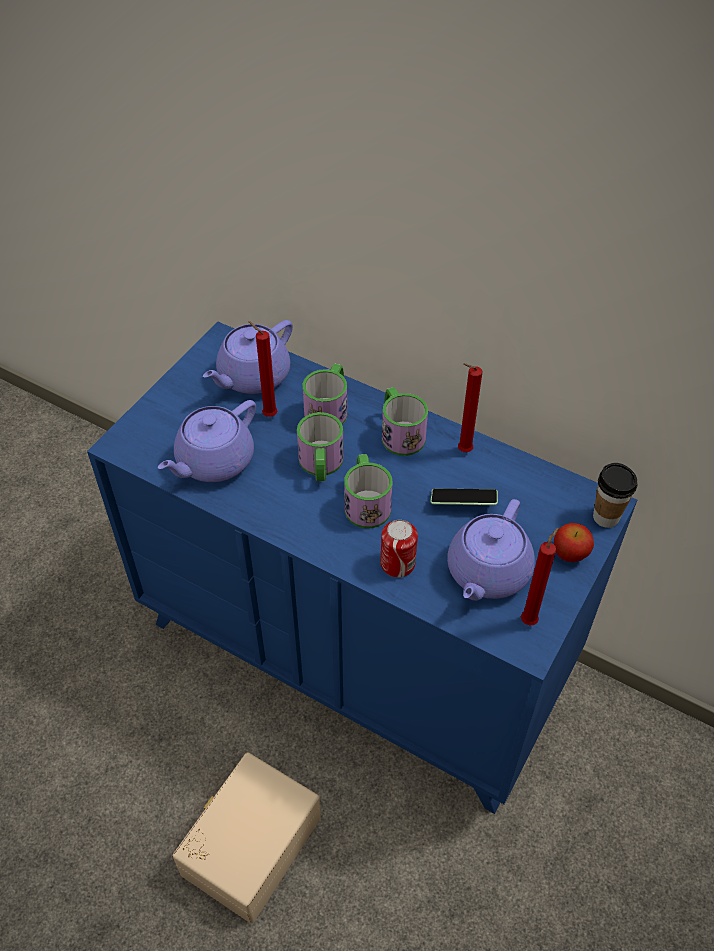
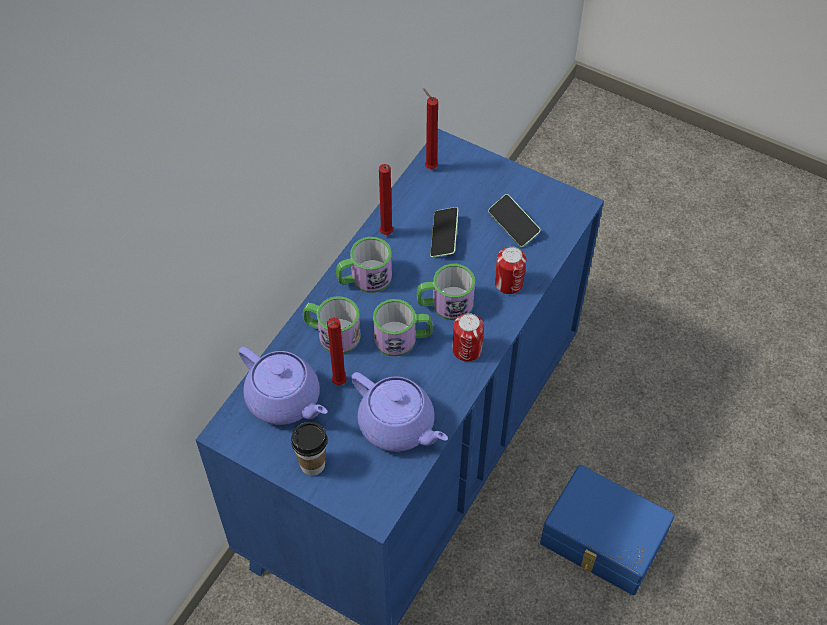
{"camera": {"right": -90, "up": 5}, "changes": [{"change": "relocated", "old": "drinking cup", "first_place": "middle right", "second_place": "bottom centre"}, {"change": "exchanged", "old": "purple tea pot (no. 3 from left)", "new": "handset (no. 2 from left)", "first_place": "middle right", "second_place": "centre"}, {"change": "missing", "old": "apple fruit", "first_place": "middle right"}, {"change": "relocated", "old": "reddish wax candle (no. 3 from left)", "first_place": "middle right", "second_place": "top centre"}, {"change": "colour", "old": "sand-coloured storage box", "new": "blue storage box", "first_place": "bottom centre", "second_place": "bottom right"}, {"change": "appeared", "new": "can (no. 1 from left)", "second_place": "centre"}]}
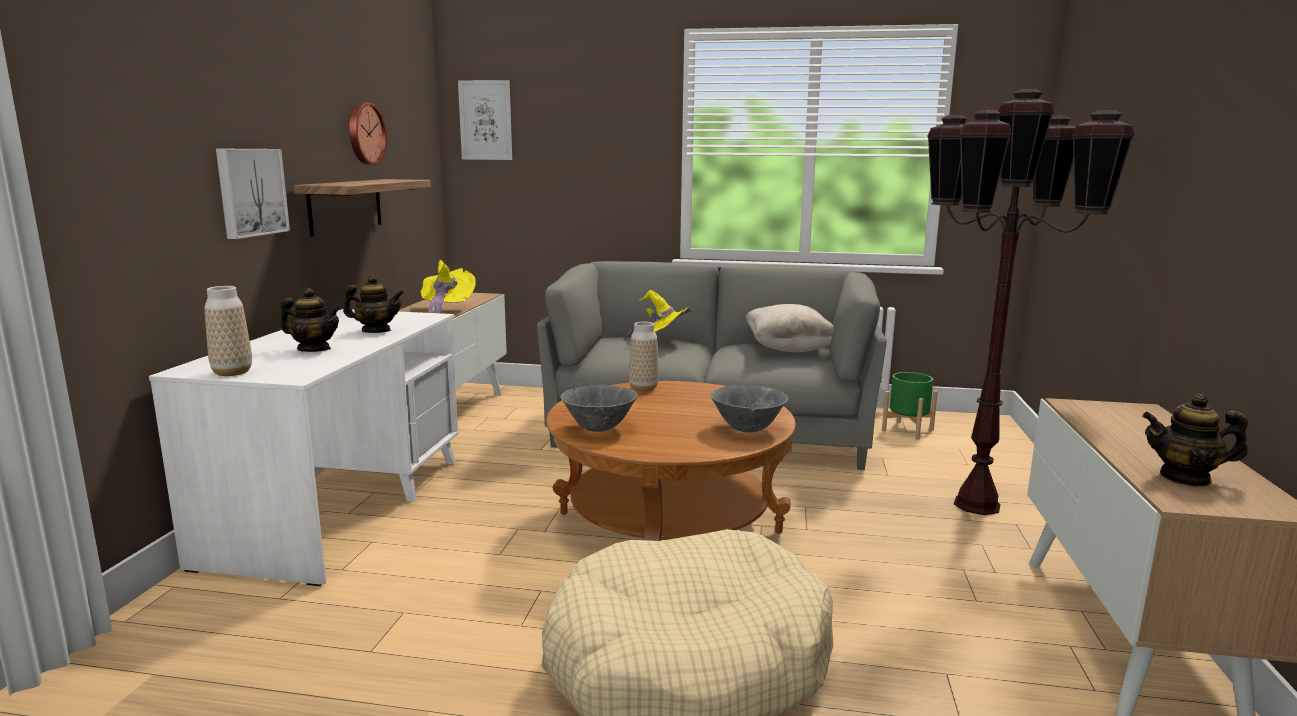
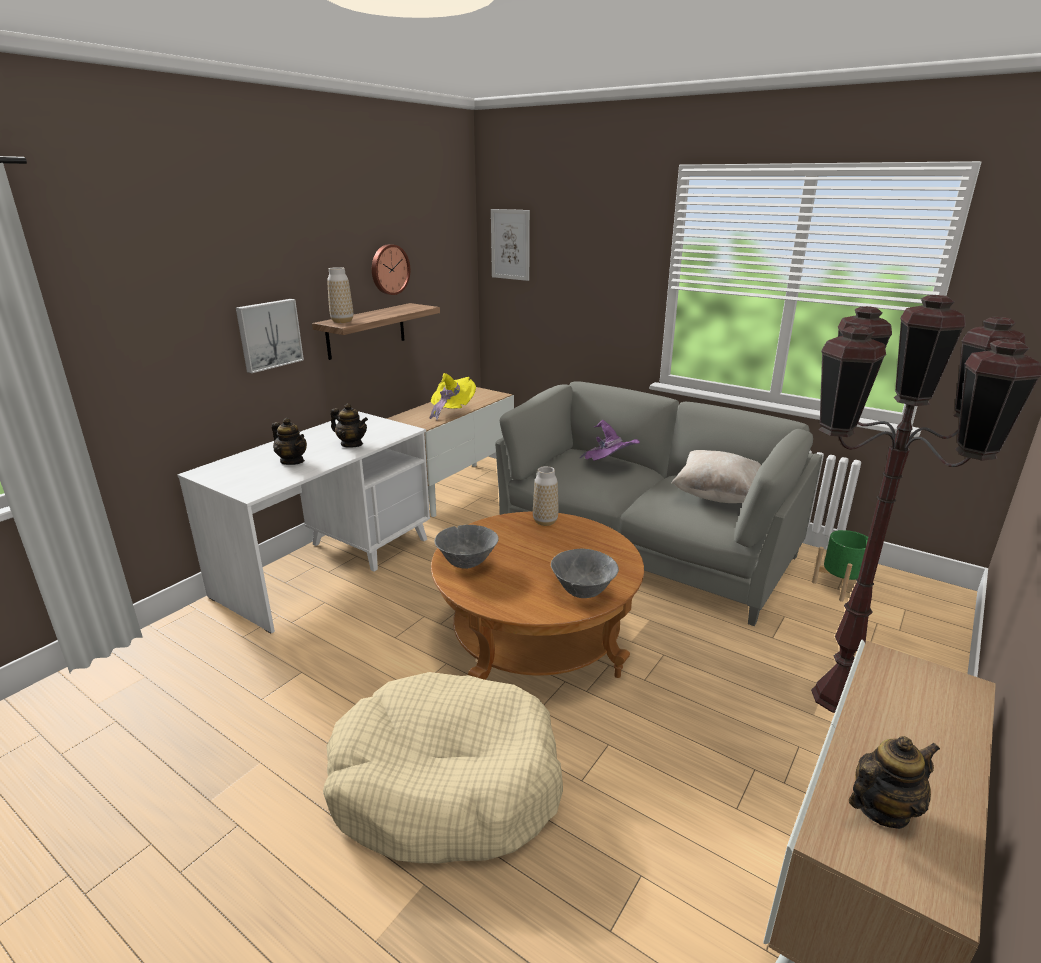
{"camera": {"right": 25, "up": 10}, "changes": [{"change": "relocated", "old": "flower vase (no. 1 from left)", "first_place": "middle left", "second_place": "top left"}, {"change": "colour", "old": "yellow hat (no. 2 from left)", "new": "purple hat", "first_place": "centre", "second_place": "centre"}, {"change": "spun", "old": "tea pot (no. 3 from left)", "first_place": "middle right", "second_place": "bottom right", "degrees": 120}]}
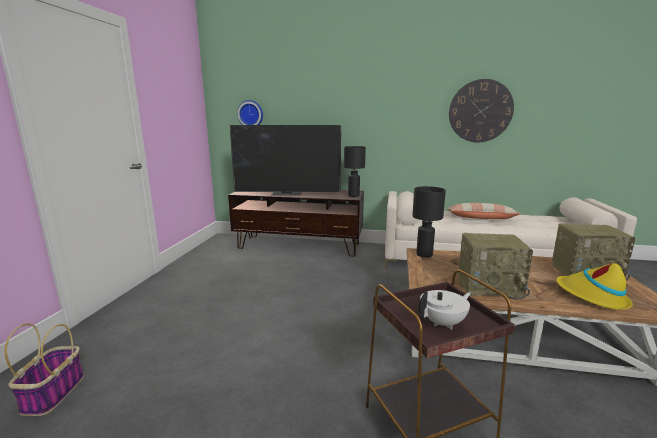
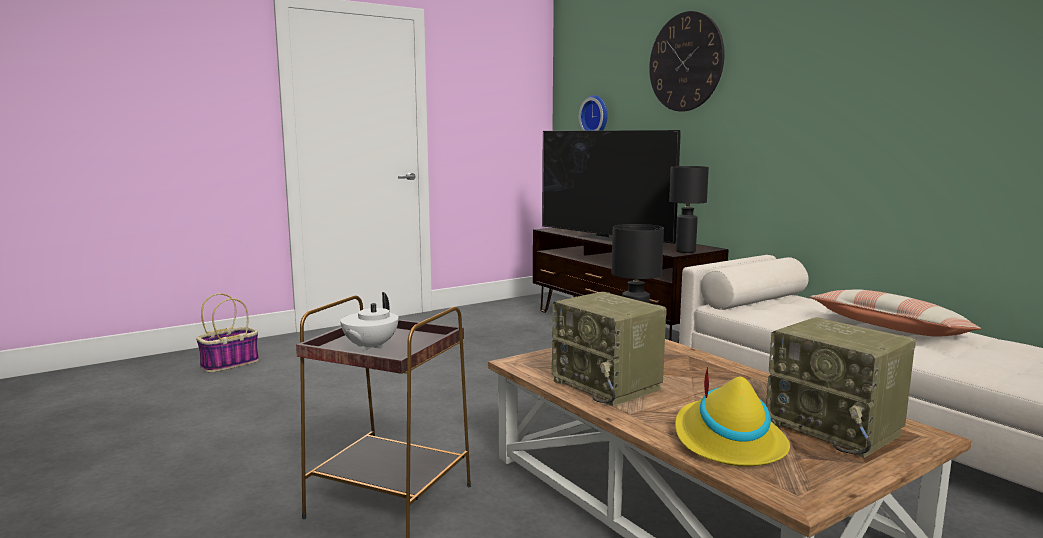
{"camera": {"right": 45, "up": -5}, "changes": [{"change": "relocated", "old": "wall clock (no. 2 from left)", "first_place": "top right", "second_place": "top centre"}, {"change": "spun", "old": "whitish tea pot", "first_place": "bottom right", "second_place": "centre", "degrees": 90}]}
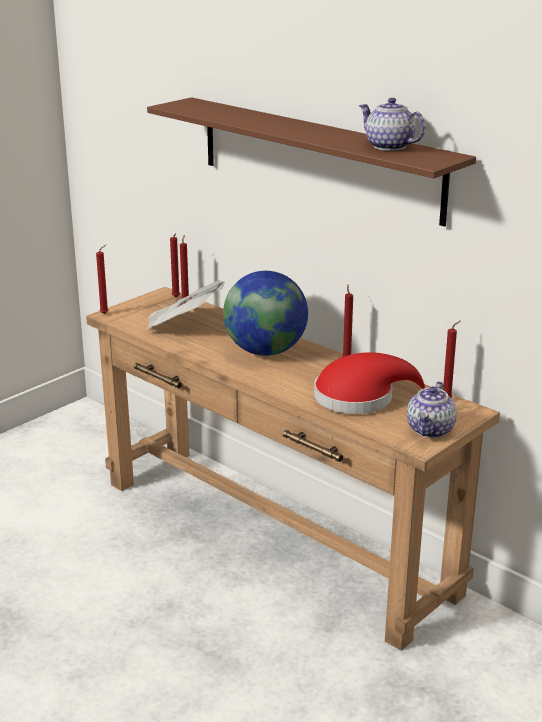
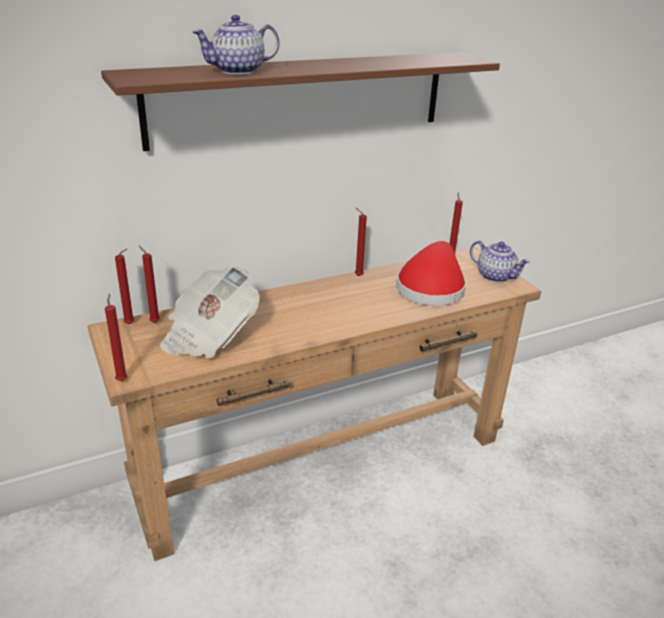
{"camera": {"right": -70, "up": 5}, "changes": [{"change": "relocated", "old": "tea pot (no. 1 from left)", "first_place": "top right", "second_place": "top centre"}, {"change": "missing", "old": "globe", "first_place": "centre"}]}
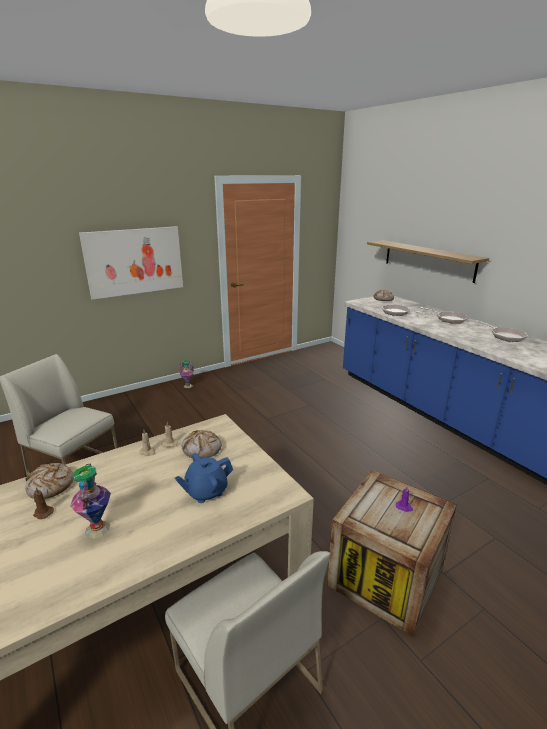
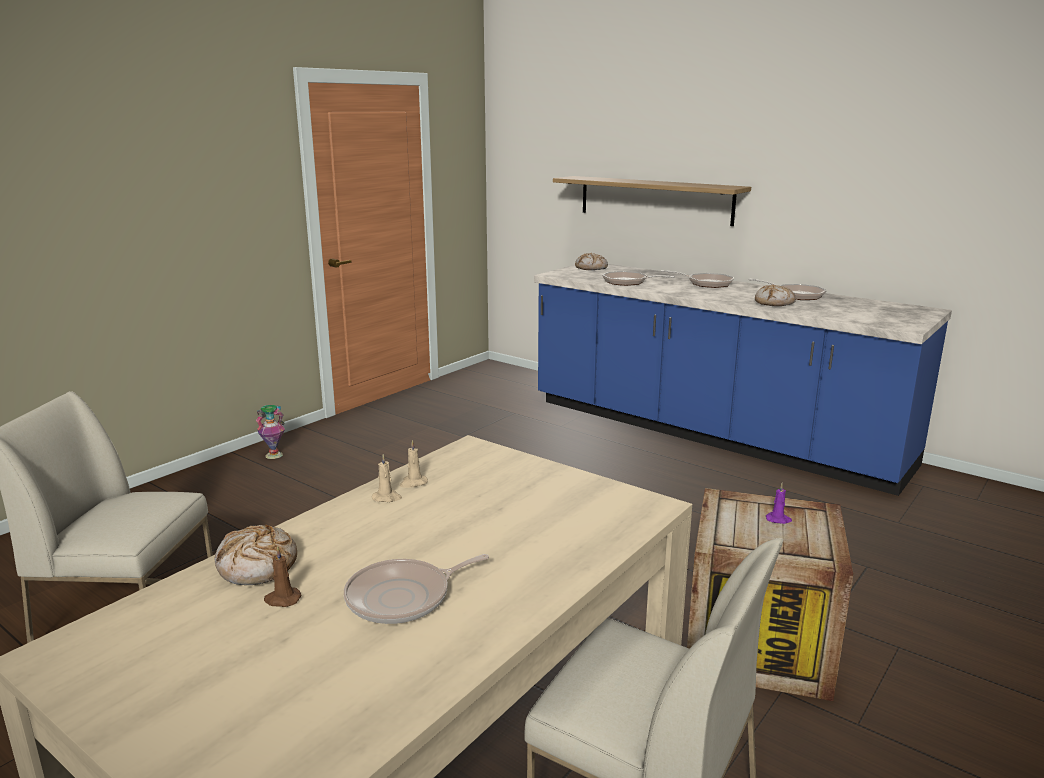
{"camera": {"right": -20, "up": -5}, "changes": [{"change": "missing", "old": "wall art", "first_place": "middle left"}, {"change": "relocated", "old": "baked bread (no. 2 from left in the first image)", "new": "baked bread (no. 3 from left)", "first_place": "centre", "second_place": "middle right"}, {"change": "missing", "old": "blue tea pot", "first_place": "centre"}, {"change": "exchanged", "old": "flower vase (no. 1 from left)", "new": "skillet (no. 1 from left)", "first_place": "bottom left", "second_place": "bottom centre"}]}
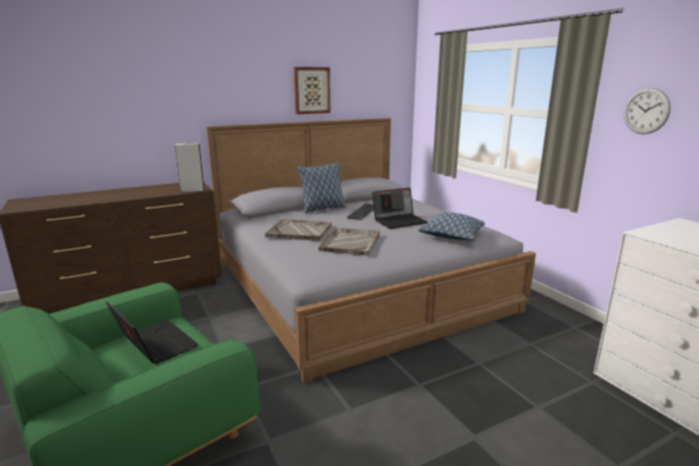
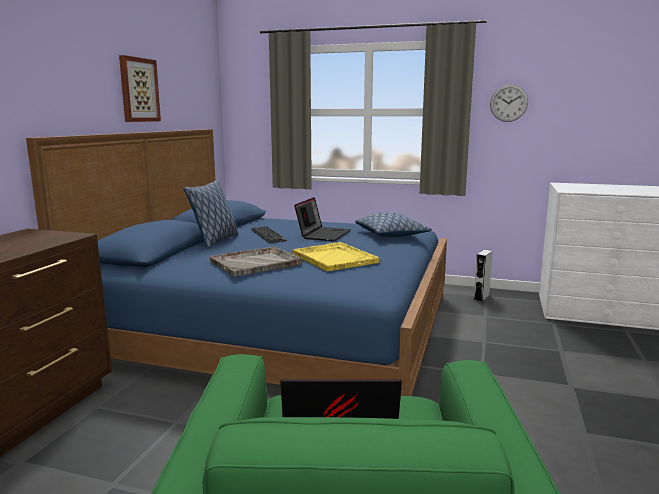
{"camera": {"right": -45, "up": -5}, "changes": [{"change": "colour", "old": "greyish sleeping bed", "new": "blue sleeping bed", "first_place": "centre", "second_place": "centre"}, {"change": "relocated", "old": "greyish speaker", "first_place": "middle left", "second_place": "middle right"}, {"change": "colour", "old": "greyish carrying tray (no. 2 from left)", "new": "yellow carrying tray", "first_place": "centre", "second_place": "centre"}]}
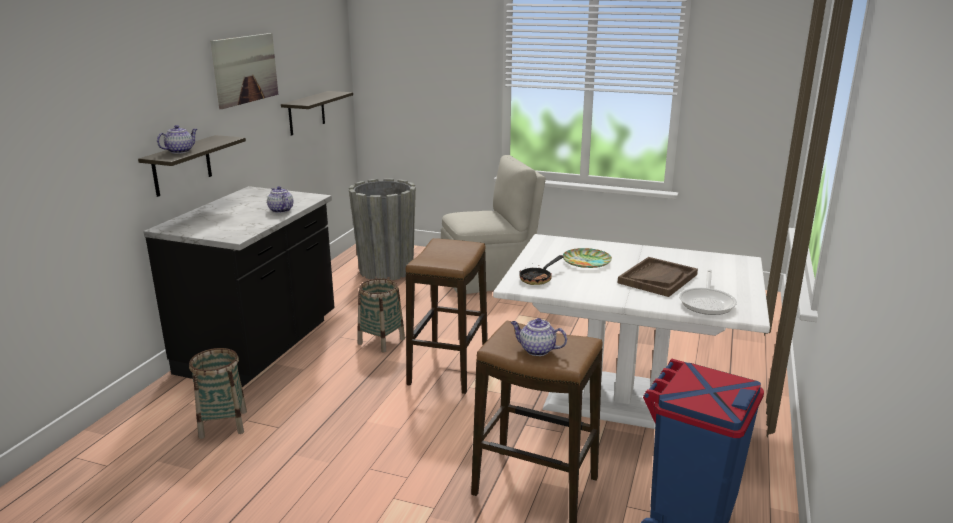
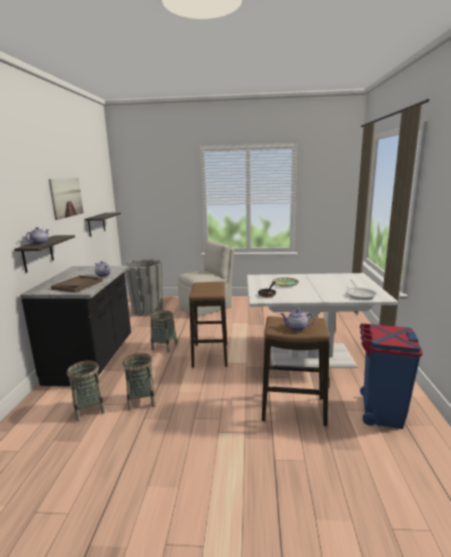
{"camera": {"right": -15, "up": -5}, "changes": [{"change": "relocated", "old": "brown-coloured carrying tray", "first_place": "middle right", "second_place": "middle left"}, {"change": "appeared", "new": "basket (no. 2 from left)", "second_place": "bottom left"}]}
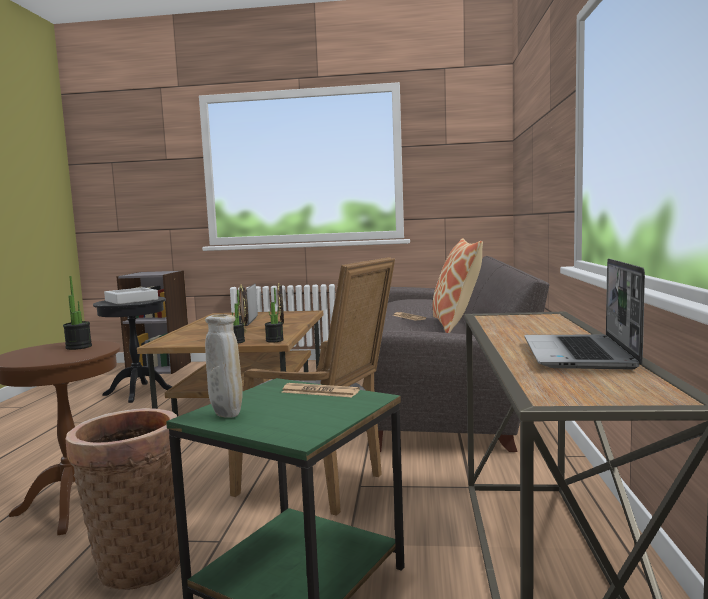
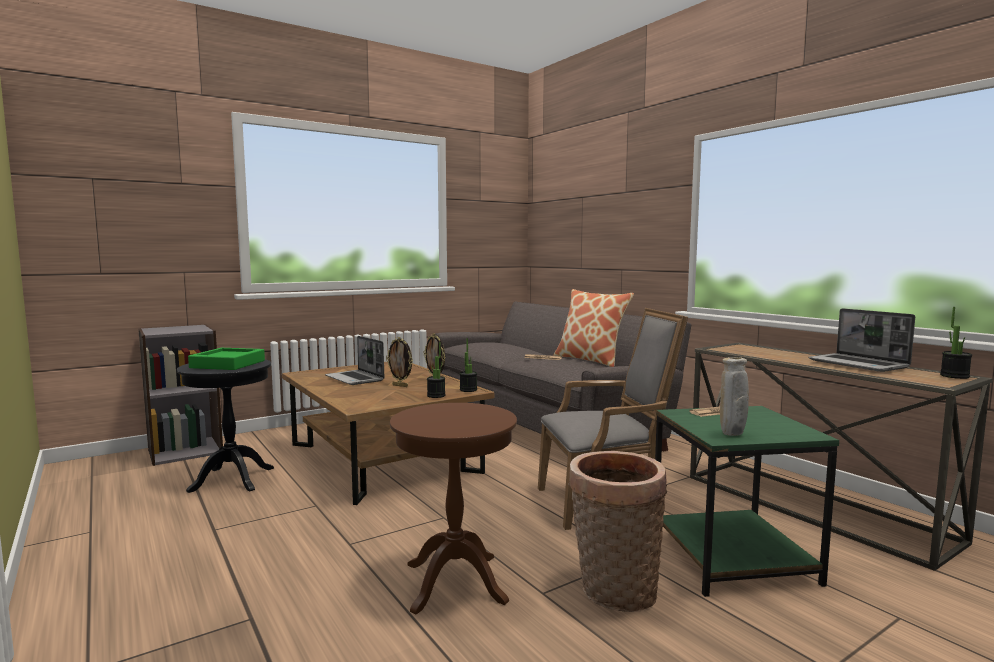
{"camera": {"right": -40, "up": 0}, "changes": [{"change": "relocated", "old": "potted plant (no. 1 from left in the first image)", "new": "potted plant (no. 3 from left)", "first_place": "middle left", "second_place": "middle right"}, {"change": "colour", "old": "greyish carrying tray", "new": "greenish carrying tray", "first_place": "middle left", "second_place": "middle left"}]}
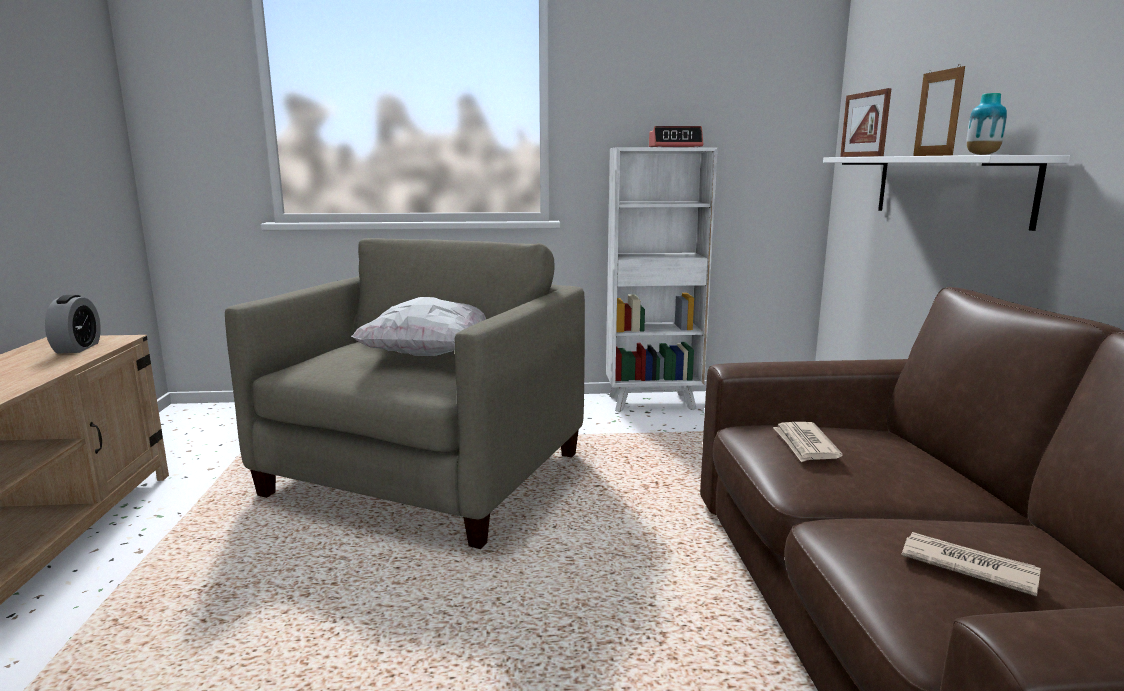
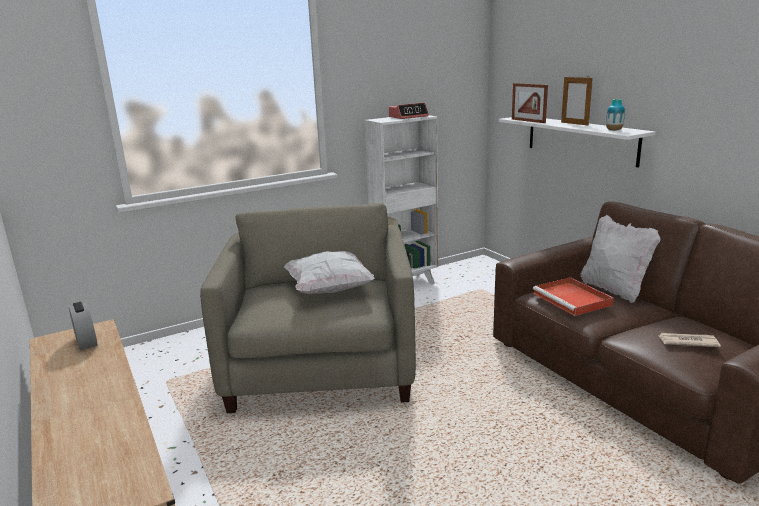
{"camera": {"right": -25, "up": 5}, "changes": [{"change": "exchanged", "old": "daily paper (no. 1 from left)", "new": "reddish carrying tray", "first_place": "middle right", "second_place": "middle right"}, {"change": "appeared", "new": "whitish pillow (no. 2 from left)", "second_place": "middle right"}]}
